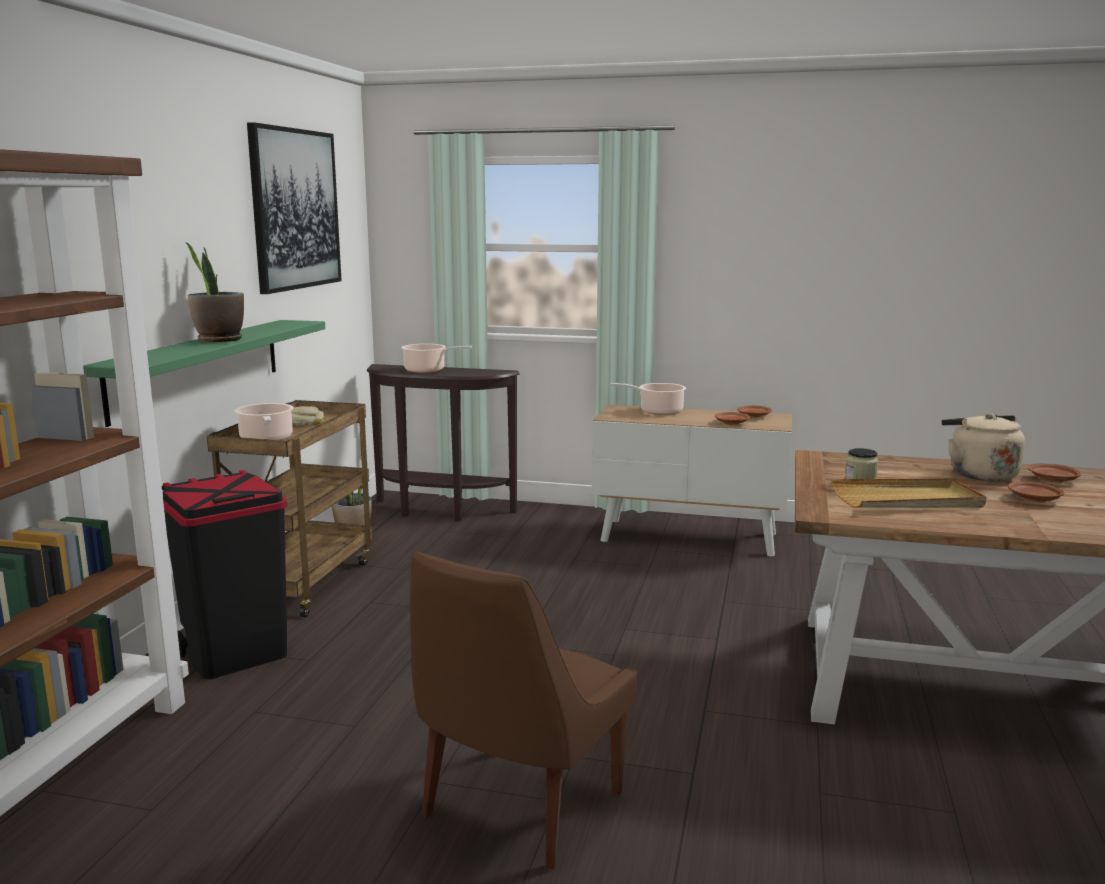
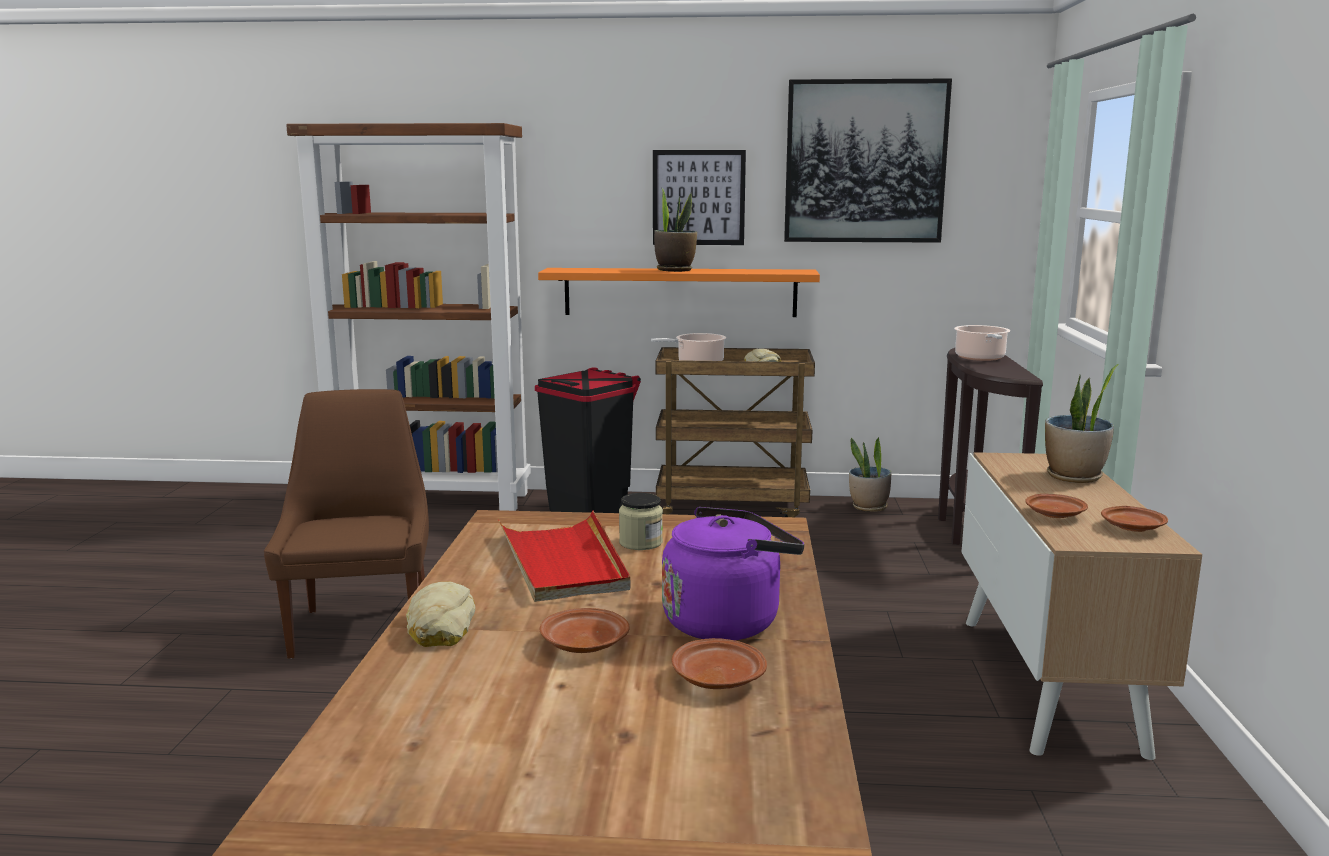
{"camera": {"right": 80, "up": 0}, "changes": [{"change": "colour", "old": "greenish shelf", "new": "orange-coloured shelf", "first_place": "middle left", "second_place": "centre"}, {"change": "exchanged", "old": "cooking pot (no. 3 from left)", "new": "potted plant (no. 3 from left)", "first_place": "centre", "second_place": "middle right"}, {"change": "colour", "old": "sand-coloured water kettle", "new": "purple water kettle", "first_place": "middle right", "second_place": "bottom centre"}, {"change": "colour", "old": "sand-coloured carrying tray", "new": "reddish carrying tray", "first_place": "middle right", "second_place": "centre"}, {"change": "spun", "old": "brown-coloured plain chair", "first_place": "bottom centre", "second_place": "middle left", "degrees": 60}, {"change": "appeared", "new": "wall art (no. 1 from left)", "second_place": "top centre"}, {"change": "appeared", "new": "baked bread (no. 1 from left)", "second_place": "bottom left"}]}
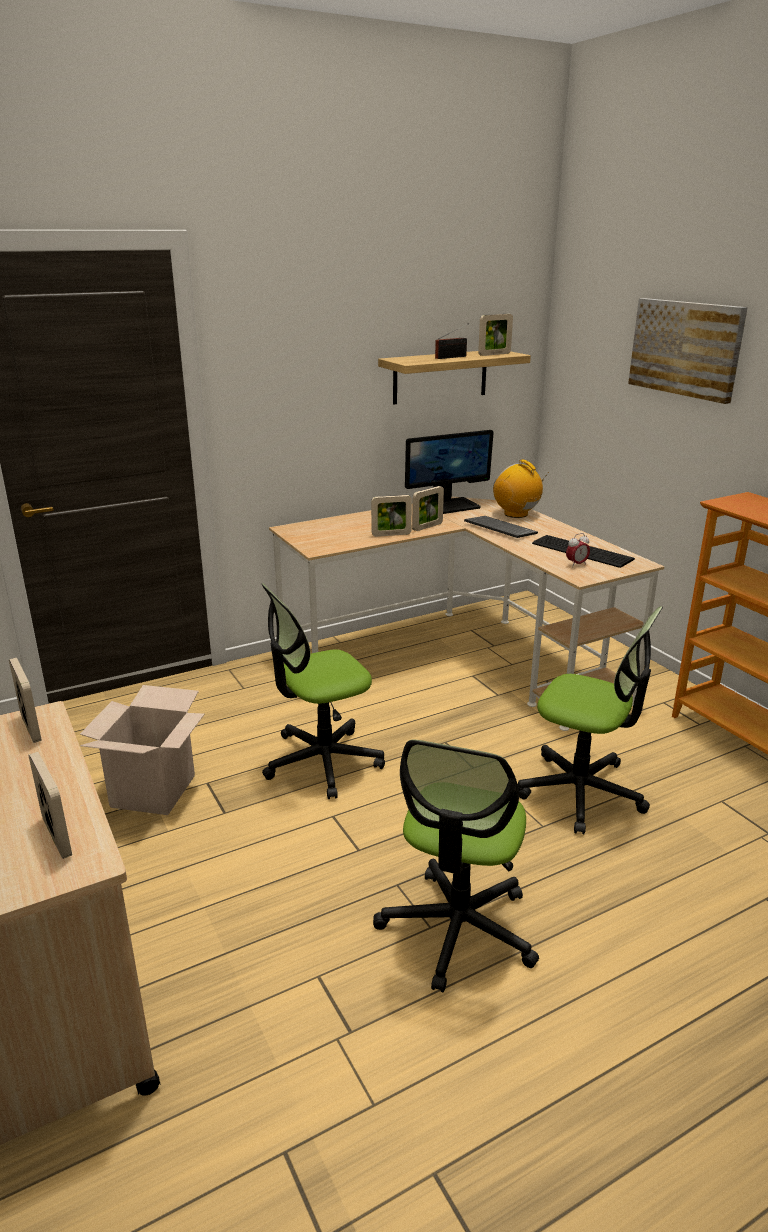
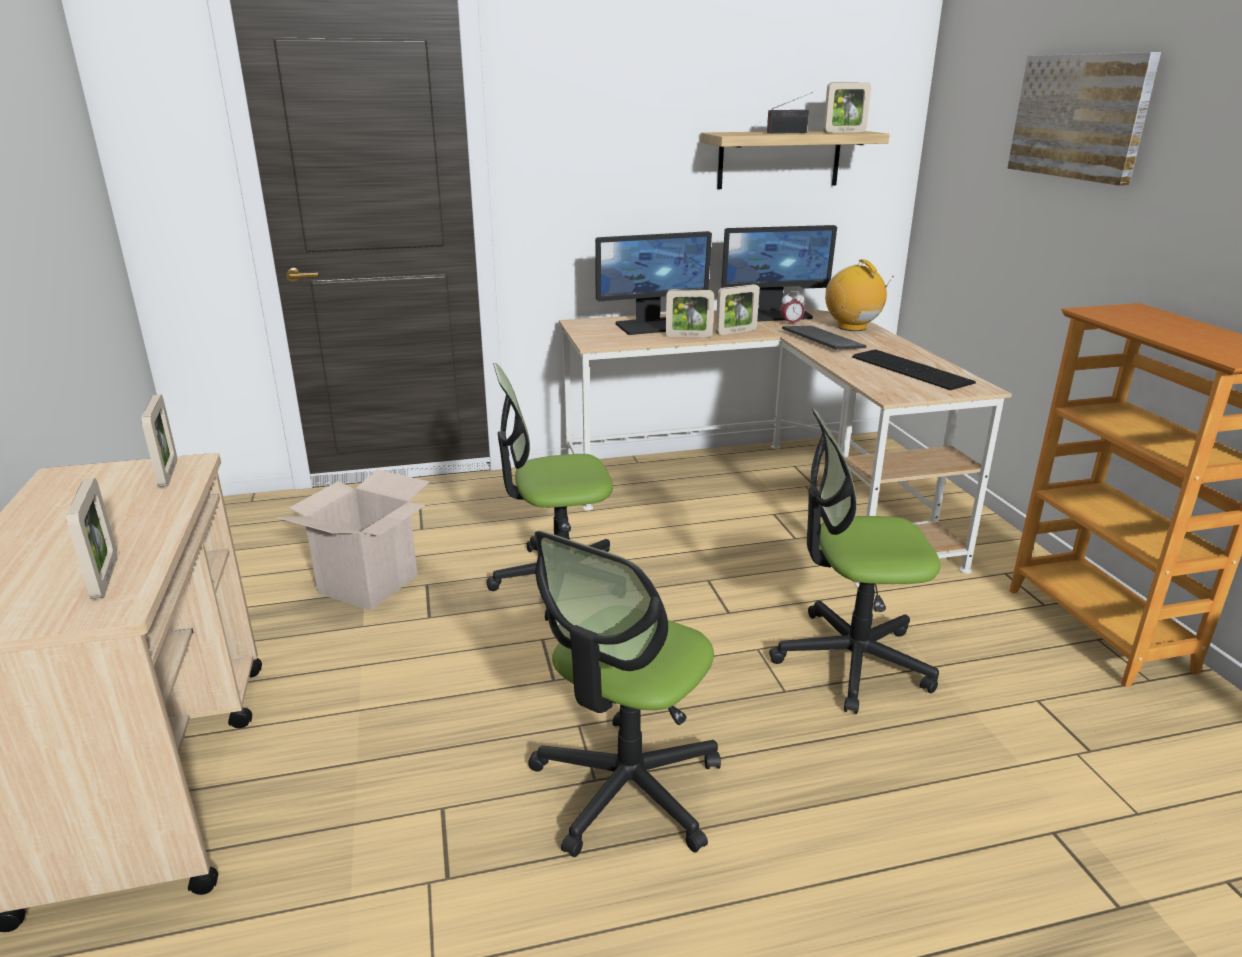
{"camera": {"right": 15, "up": 0}, "changes": [{"change": "relocated", "old": "bedside clock", "first_place": "middle right", "second_place": "top centre"}, {"change": "spun", "old": "desk chair (no. 3 from left)", "first_place": "middle right", "second_place": "middle right", "degrees": 135}, {"change": "appeared", "new": "computer display (no. 1 from left)", "second_place": "top centre"}]}
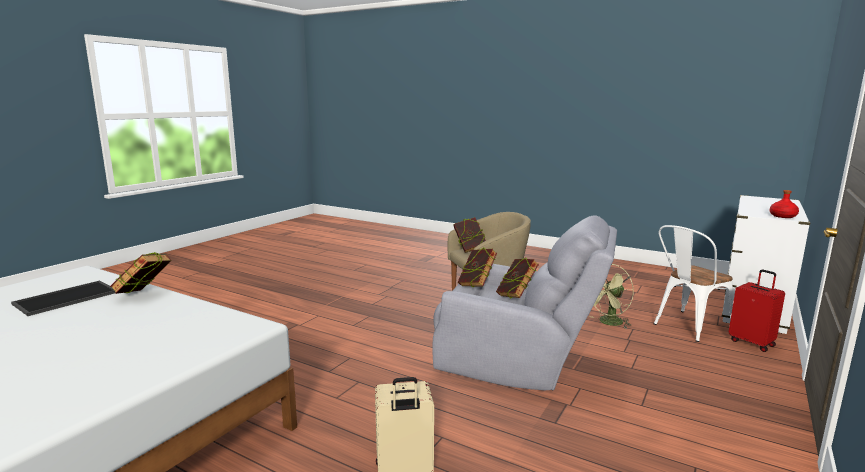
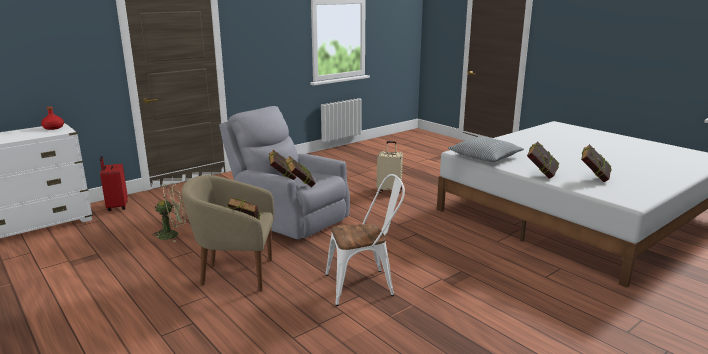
{"camera": {"right": -160, "up": 5}, "changes": [{"change": "relocated", "old": "whitish plain chair", "first_place": "middle right", "second_place": "bottom centre"}, {"change": "exchanged", "old": "carrying tray", "new": "volume (no. 5 from left)", "first_place": "middle left", "second_place": "middle right"}, {"change": "appeared", "new": "pillow", "second_place": "middle right"}]}
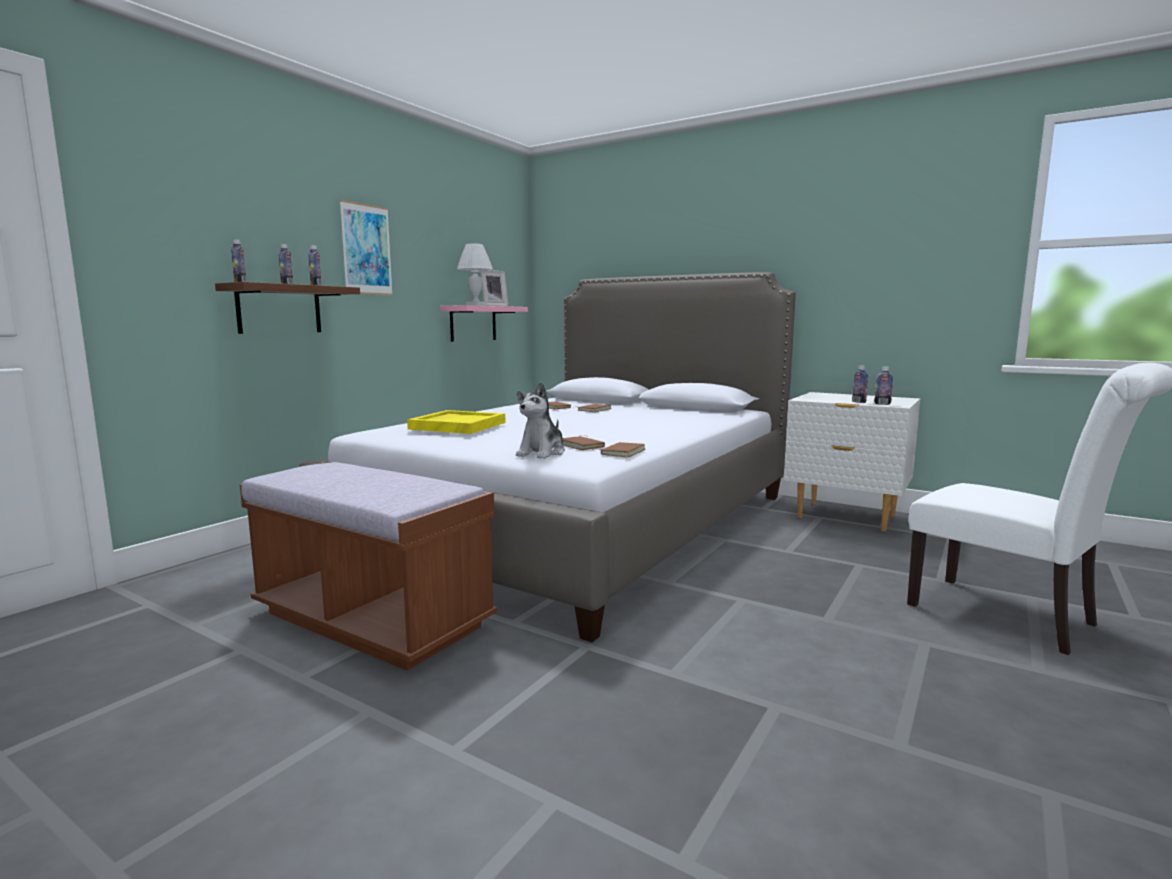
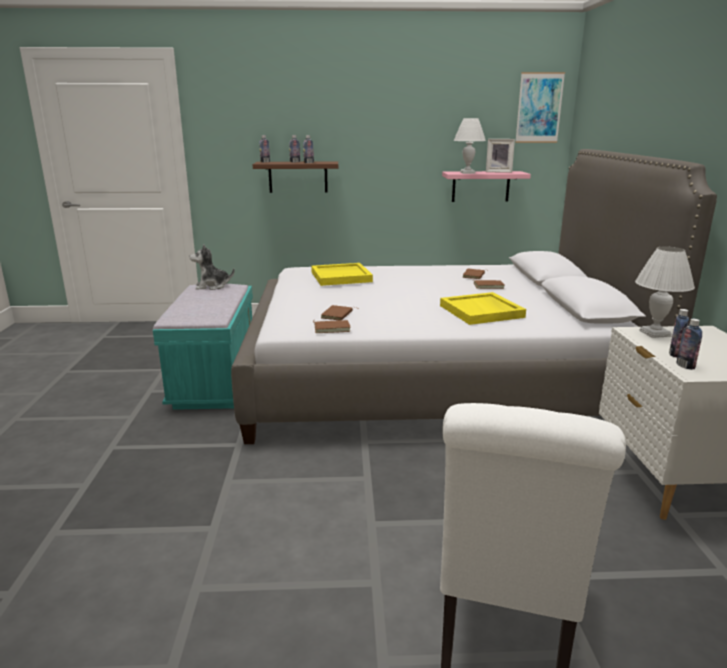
{"camera": {"right": 55, "up": 10}, "changes": [{"change": "relocated", "old": "wall art", "first_place": "top left", "second_place": "top right"}, {"change": "relocated", "old": "plush toy", "first_place": "centre", "second_place": "middle left"}, {"change": "colour", "old": "brown-coloured indoor bench", "new": "turquoise indoor bench", "first_place": "middle left", "second_place": "middle left"}, {"change": "appeared", "new": "whitish table lamp (no. 2 from left)", "second_place": "middle right"}, {"change": "appeared", "new": "yellow carrying tray (no. 2 from left)", "second_place": "centre"}]}
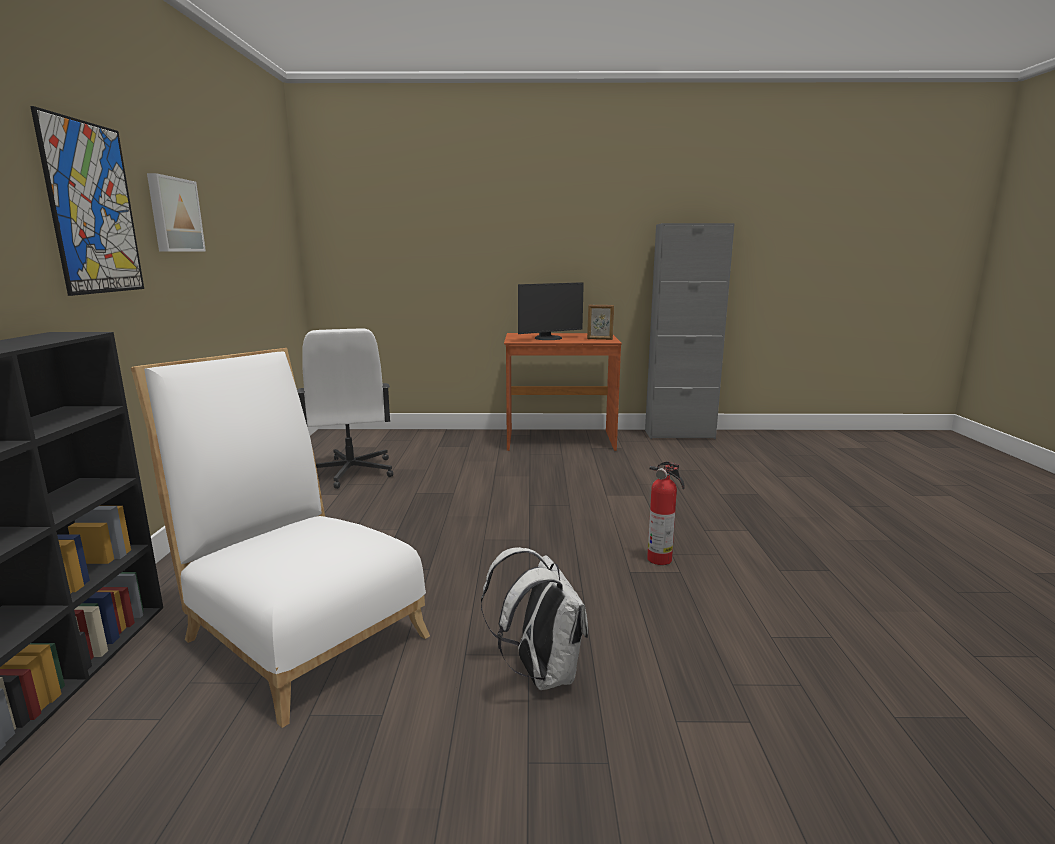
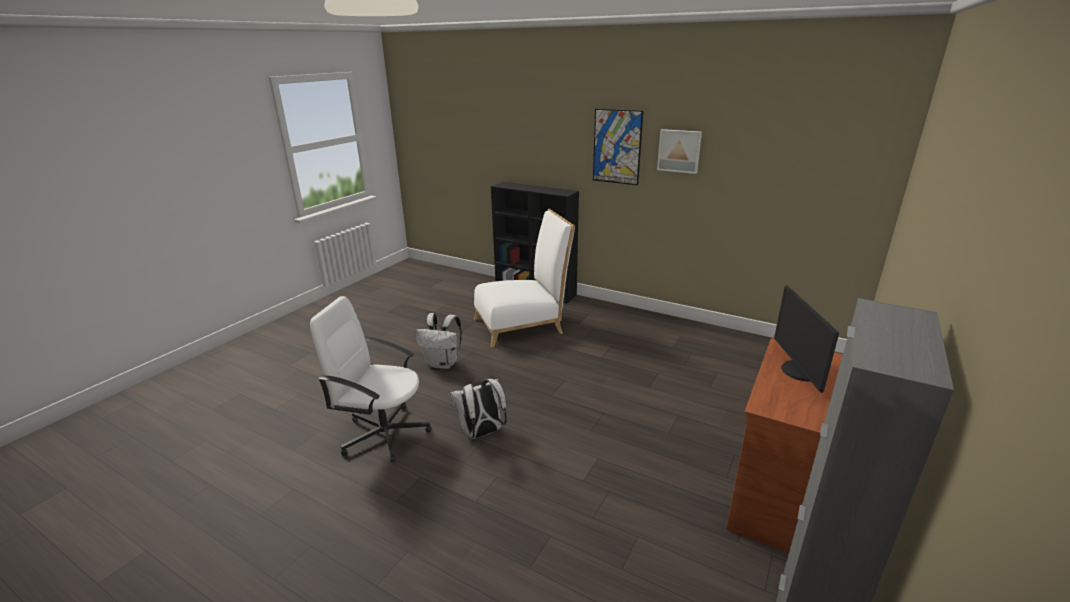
{"camera": {"right": 120, "up": 10}, "changes": [{"change": "missing", "old": "picture frame", "first_place": "centre"}, {"change": "relocated", "old": "whitish desk chair", "first_place": "middle left", "second_place": "centre"}, {"change": "exchanged", "old": "extinguisher", "new": "whitish knapsack (no. 2 from left)", "first_place": "centre", "second_place": "bottom centre"}]}
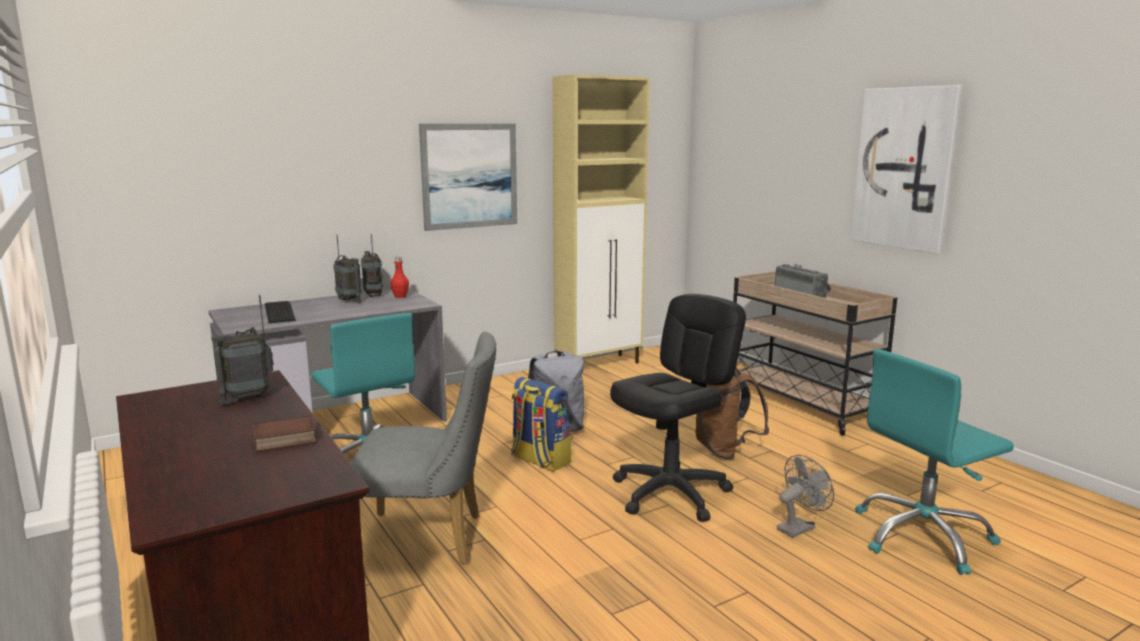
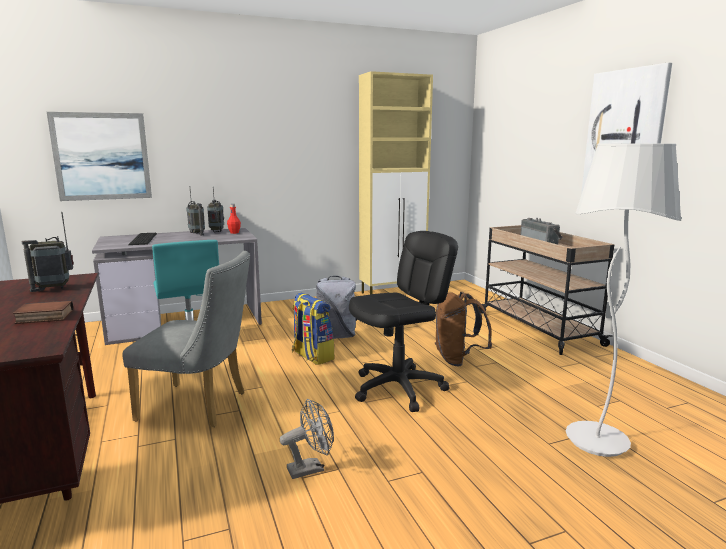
{"camera": {"right": 10, "up": 0}, "changes": [{"change": "relocated", "old": "wall art (no. 1 from left)", "first_place": "top centre", "second_place": "top left"}, {"change": "exchanged", "old": "turquoise desk chair (no. 2 from left)", "new": "whitish standing lamp", "first_place": "bottom right", "second_place": "middle right"}, {"change": "relocated", "old": "greyish cooling fan", "first_place": "bottom right", "second_place": "bottom centre"}]}
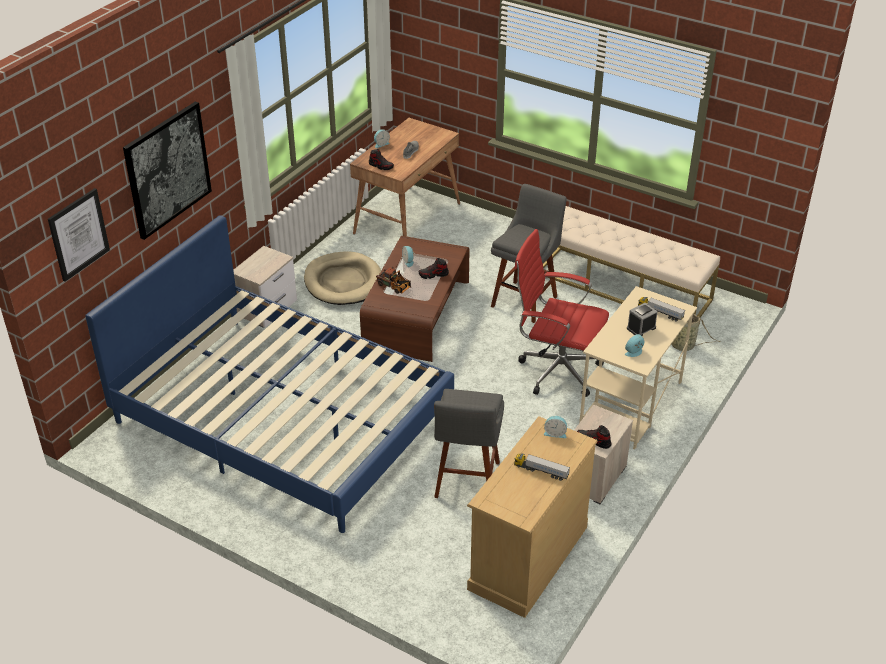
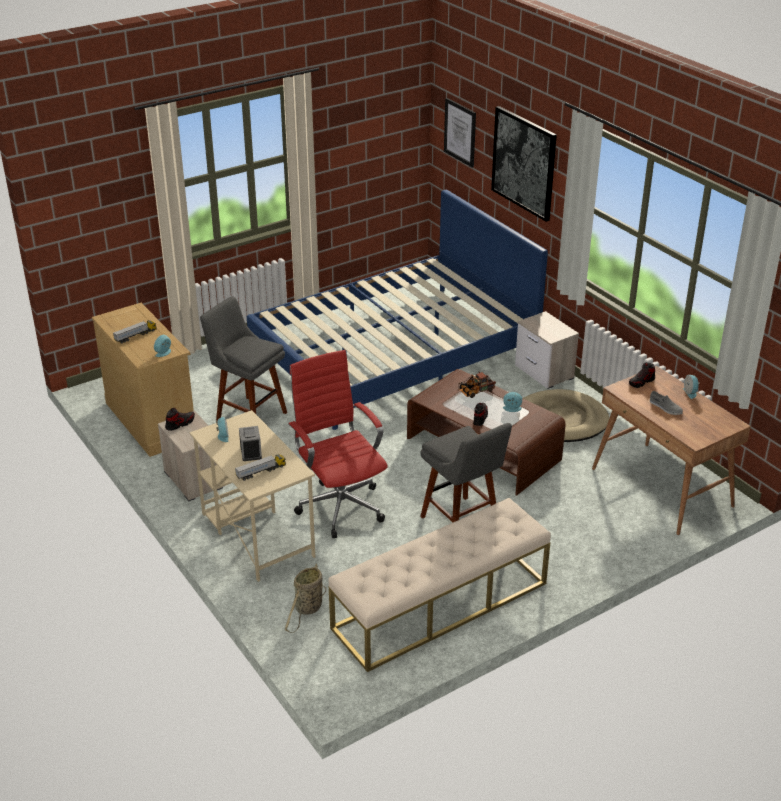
{"camera": {"right": 115, "up": -5}, "changes": [{"change": "spun", "old": "reddish desk chair", "first_place": "centre", "second_place": "centre", "degrees": -75}]}
